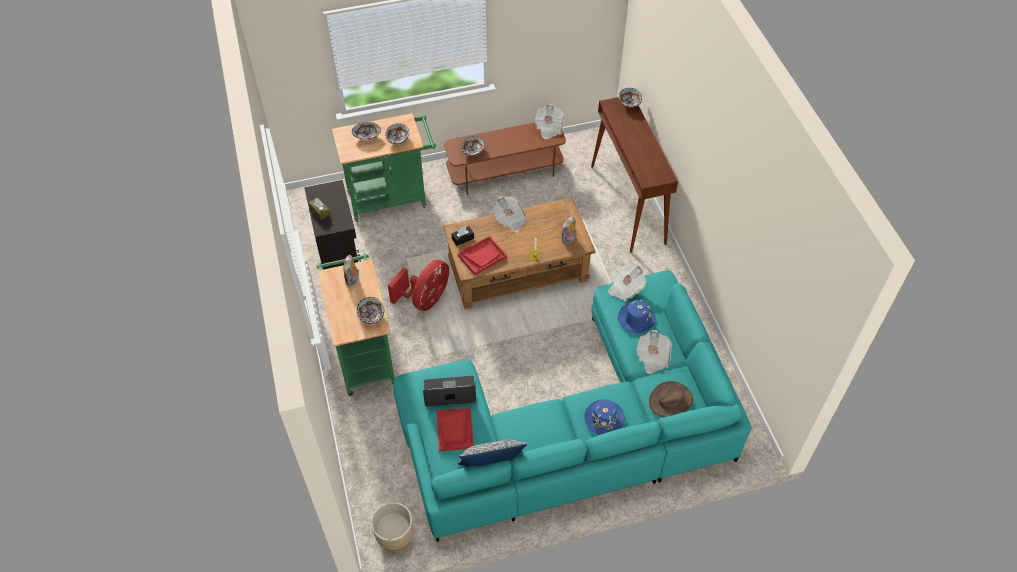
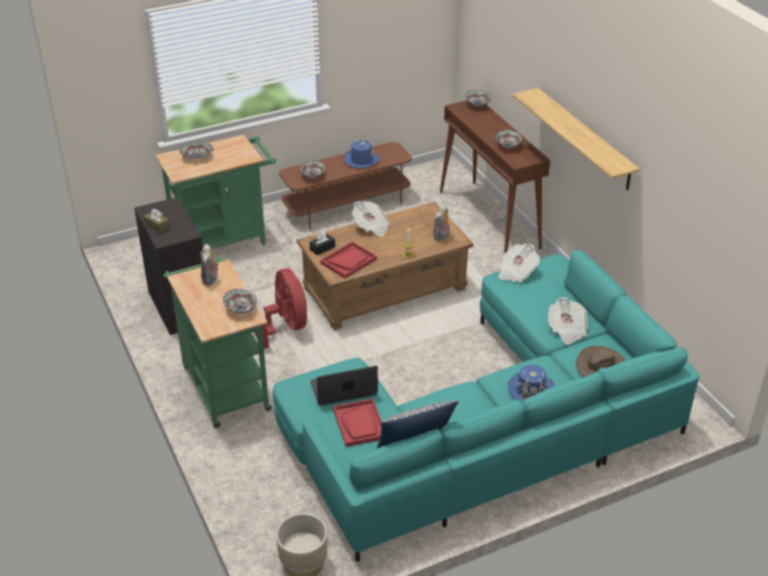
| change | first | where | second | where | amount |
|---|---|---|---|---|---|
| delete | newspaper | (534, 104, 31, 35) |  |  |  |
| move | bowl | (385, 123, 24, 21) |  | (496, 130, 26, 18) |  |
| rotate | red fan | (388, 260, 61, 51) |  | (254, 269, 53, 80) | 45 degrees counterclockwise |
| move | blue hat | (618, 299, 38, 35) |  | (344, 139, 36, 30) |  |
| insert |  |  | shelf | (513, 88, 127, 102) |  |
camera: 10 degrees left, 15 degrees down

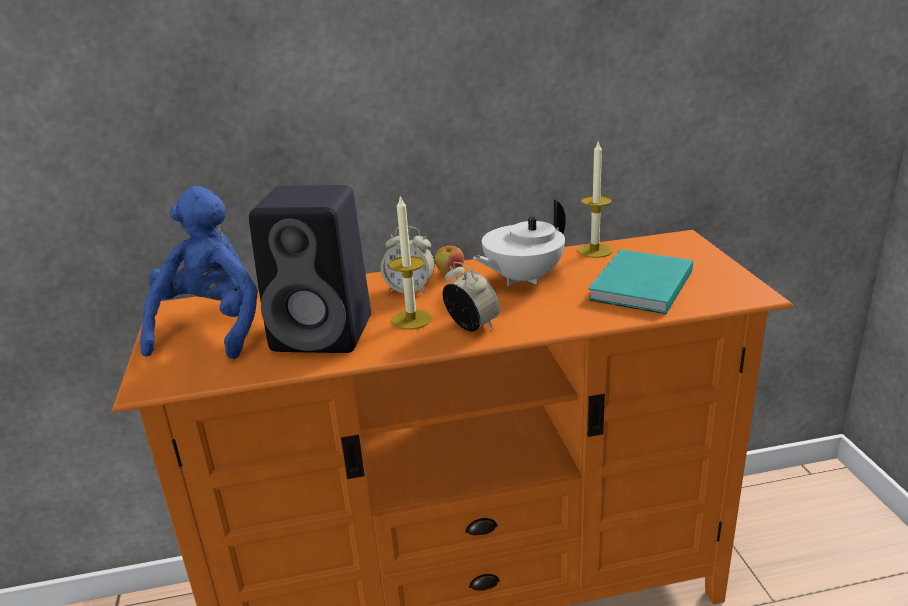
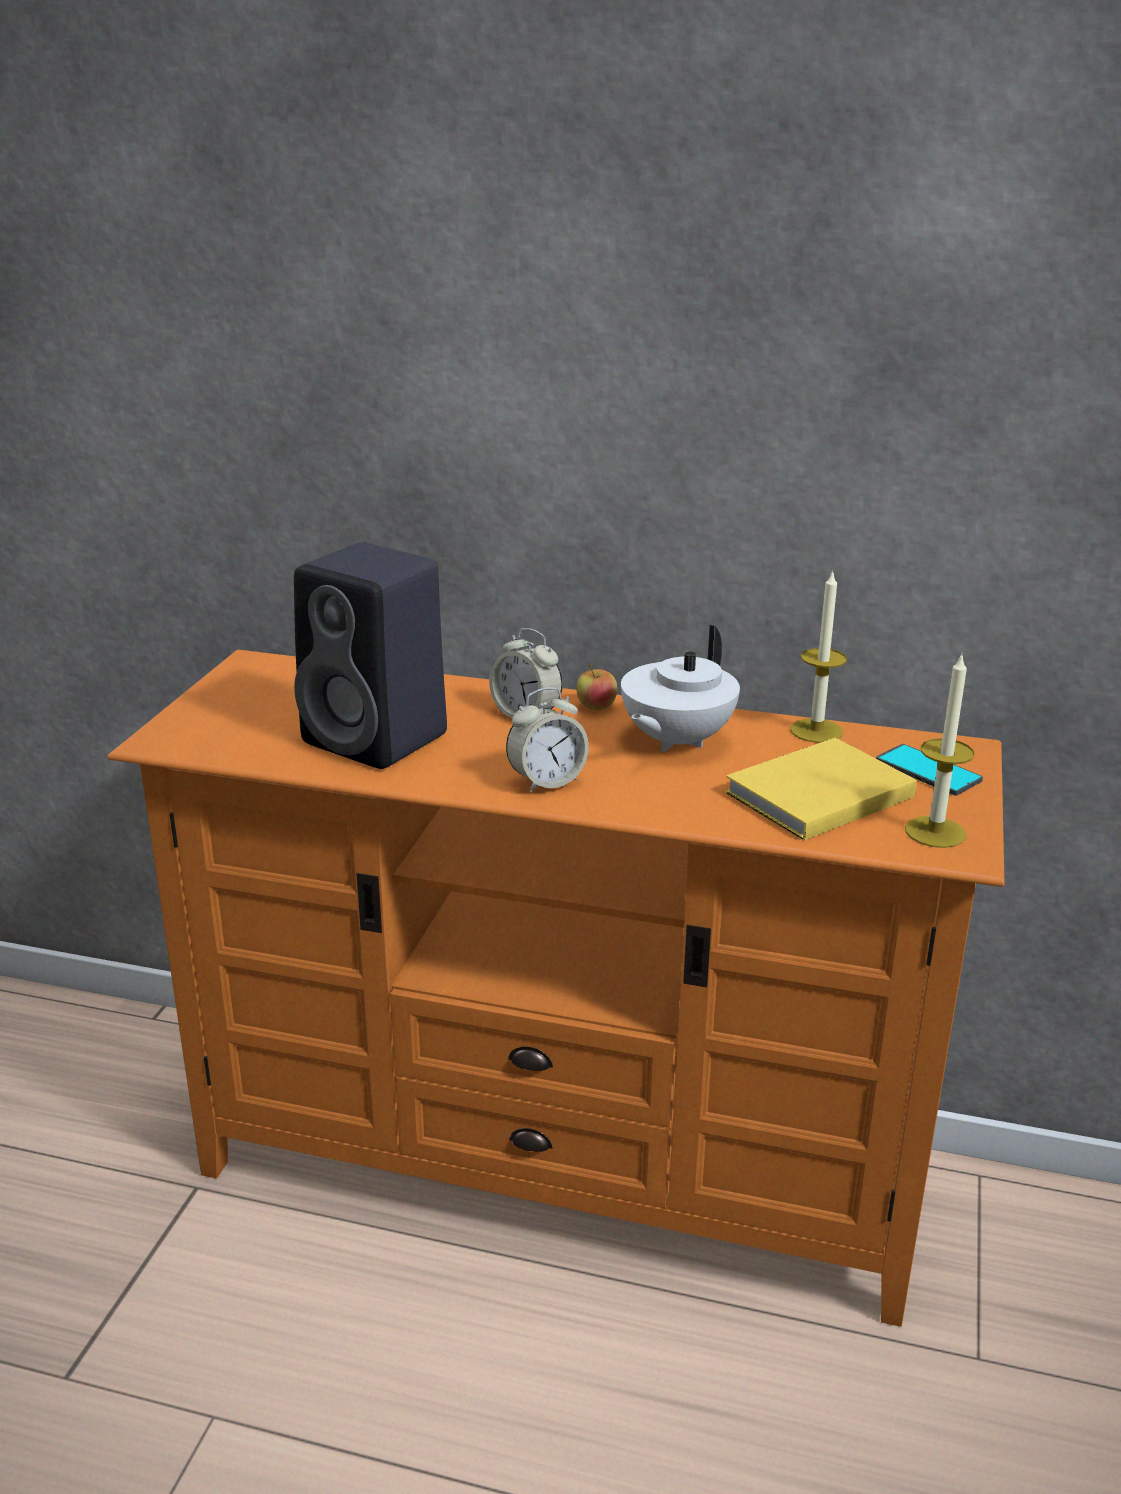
| change | first | where | second | where | amount |
|---|---|---|---|---|---|
| delete | blue plush toy | (140, 186, 118, 173) |  |  |  |
| move | candle | (389, 195, 43, 135) |  | (905, 653, 70, 195) |  |
| rotate | white teapot | (473, 200, 93, 86) |  | (621, 625, 119, 128) | 45 degrees counterclockwise |
| recolor | turquoise book | (588, 250, 105, 64) | yellow book | (725, 738, 192, 103) |  |
| rotate | alarm clock | (443, 262, 57, 70) |  | (506, 687, 83, 106) | 75 degrees clockwise |
| insert |  |  | phone | (876, 744, 107, 52) |  |
camera: 25 degrees right, 0 degrees up

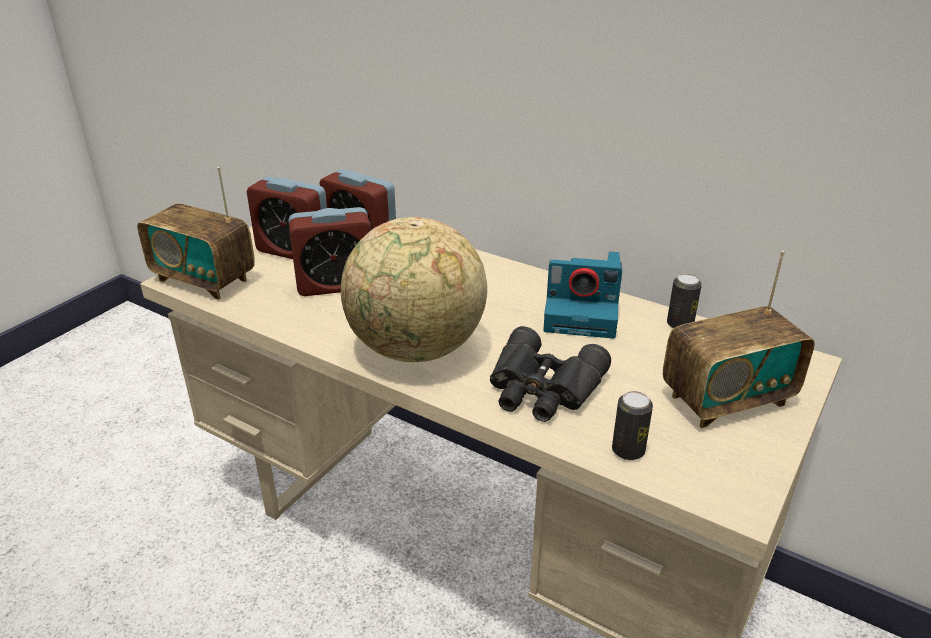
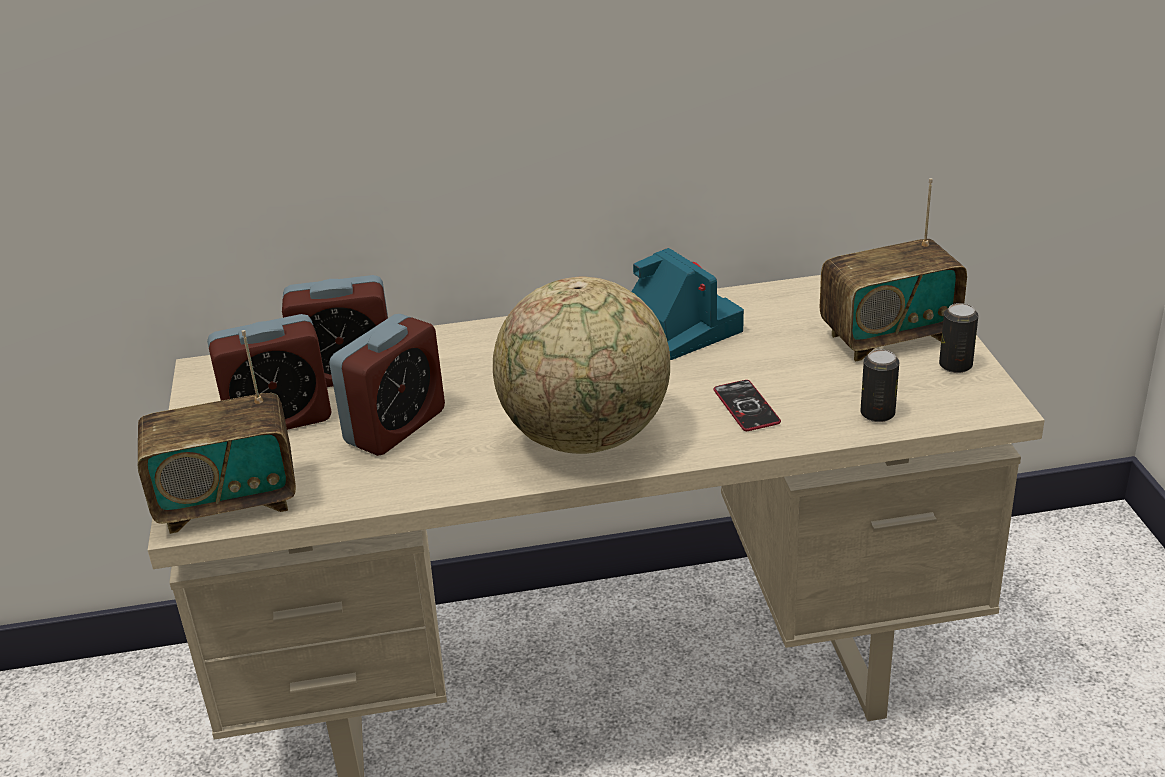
| change | first | where | second | where | amount |
|---|---|---|---|---|---|
| rotate | photo camera | (543, 251, 79, 88) |  | (632, 248, 112, 112) | 90 degrees counterclockwise |
| rotate | radio | (663, 251, 152, 177) |  | (820, 178, 147, 184) | 45 degrees clockwise |
| move | can | (667, 274, 35, 54) |  | (939, 303, 40, 70) |  |
| replace | black binoculars | (490, 326, 121, 96) | phone | (713, 380, 68, 51) |  |
camera: 40 degrees left, 0 degrees up

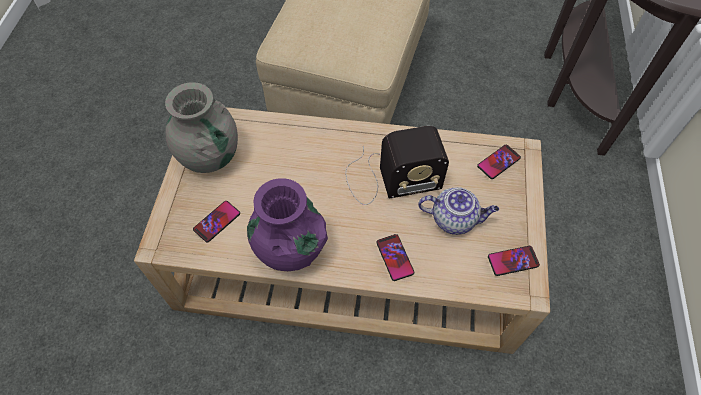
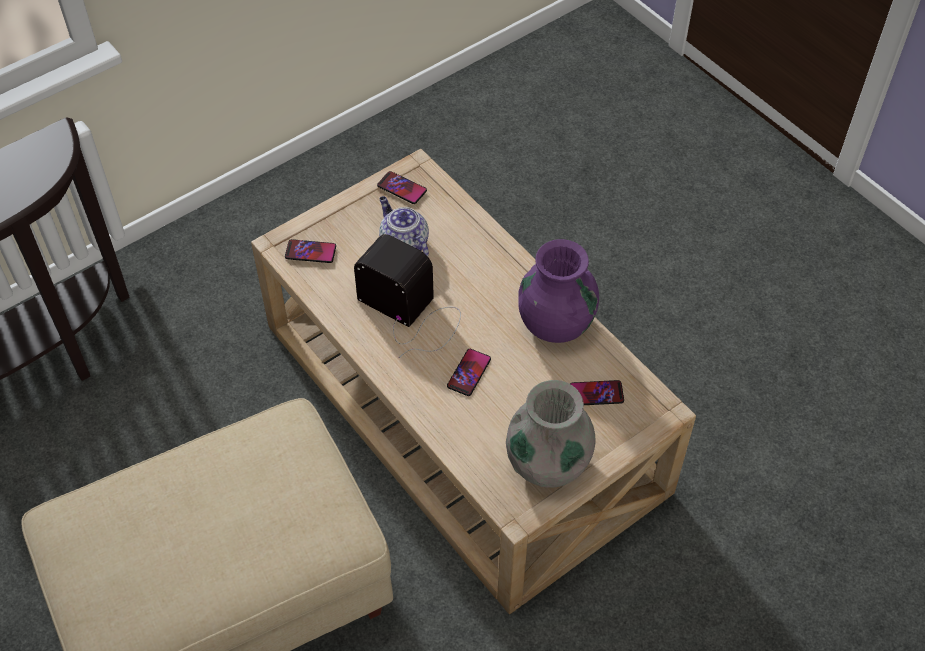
| change | first | where | second | where | amount |
|---|---|---|---|---|---|
| move | phone | (376, 234, 38, 47) |  | (447, 349, 44, 47) |  |
camera: 135 degrees left, 5 degrees down

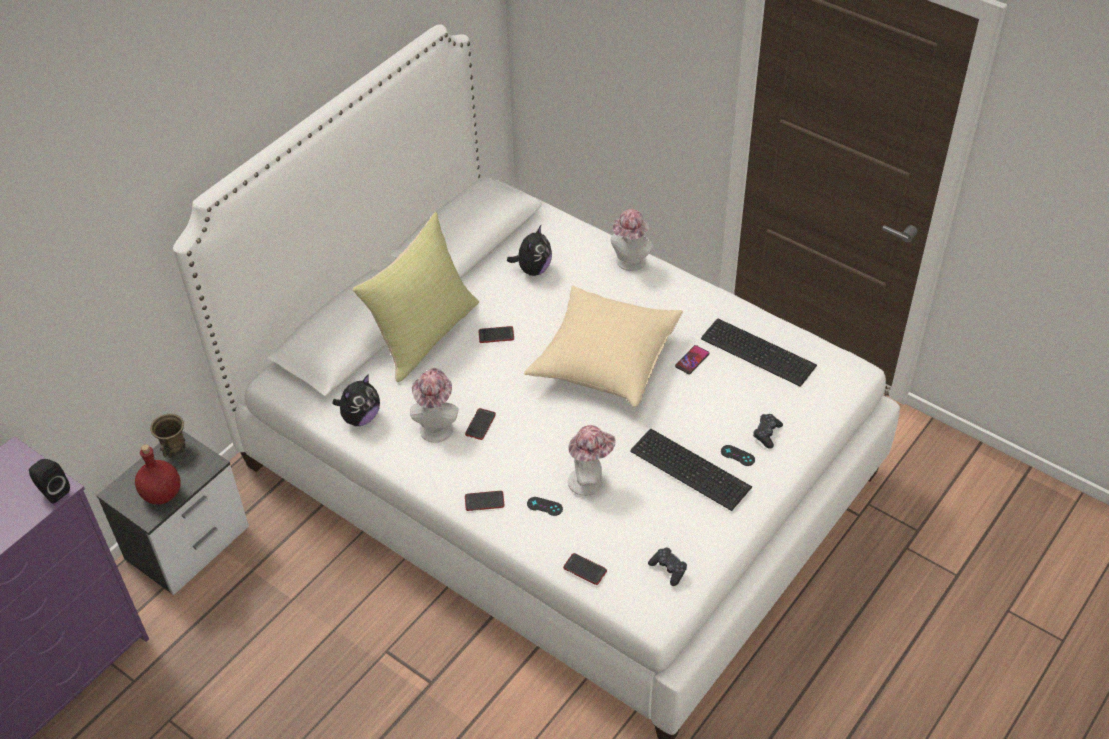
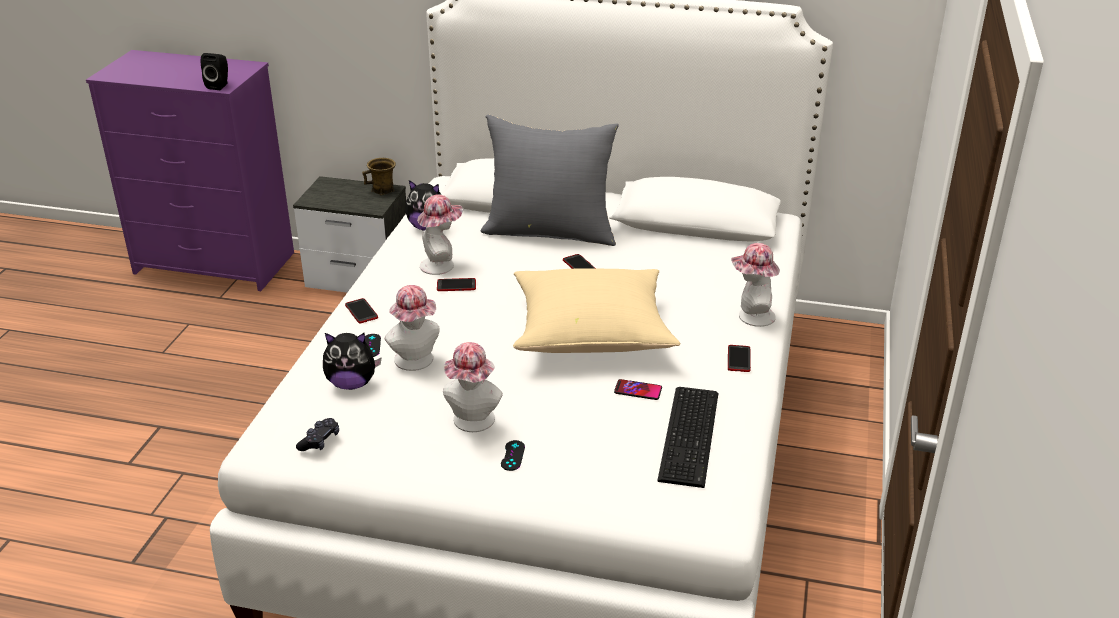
| change | first | where | second | where | amount |
|---|---|---|---|---|---|
| recolor | yellow pillow | (353, 212, 126, 170) | grey pillow | (480, 115, 139, 131) |  |
| move | plush toy | (507, 225, 45, 51) |  | (323, 333, 59, 57) |  |
| delete | black game controller | (753, 414, 30, 35) |  |  |  |
| replace | keyboard | (630, 429, 122, 82) | hat | (443, 342, 60, 90) |  |
| delete | red bottle | (135, 444, 46, 61) |  |  |  |
| move | phone | (563, 553, 44, 32) |  | (728, 345, 23, 27) |  |
camera: 65 degrees right, 15 degrees down

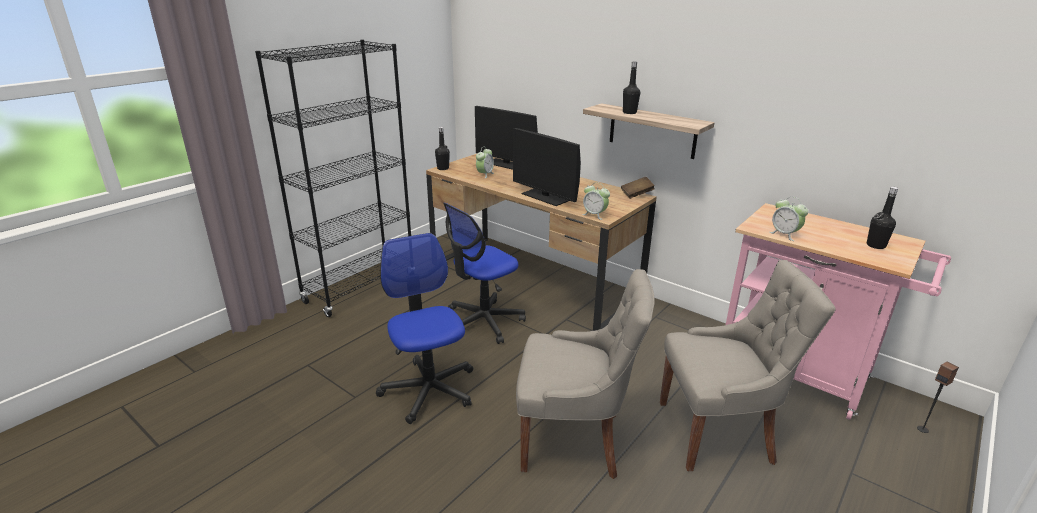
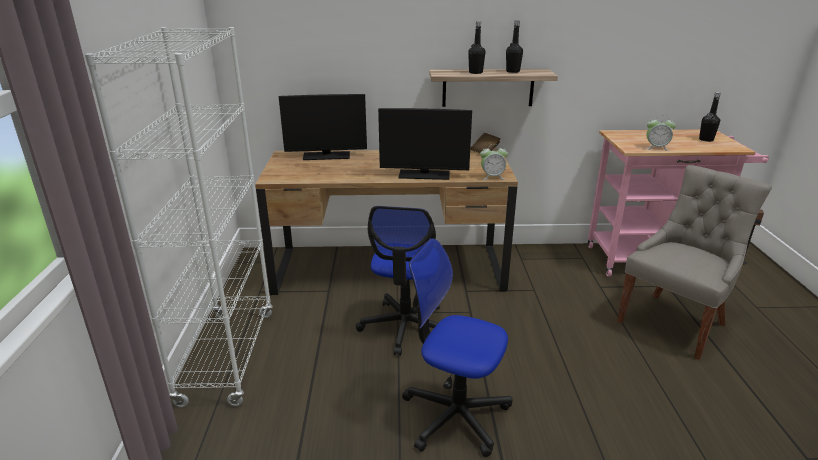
| change | first | where | second | where | amount |
|---|---|---|---|---|---|
| recolor | black bookcase | (255, 40, 156, 277) | white bookcase | (85, 27, 188, 380) |  |
| move | black bottle | (435, 127, 15, 43) |  | (506, 21, 17, 52) |  |
| delete | alarm clock | (476, 147, 18, 31) |  |  |  |
| delete | grey chair | (516, 269, 139, 210) |  |  |  |
camera: 40 degrees left, 0 degrees up

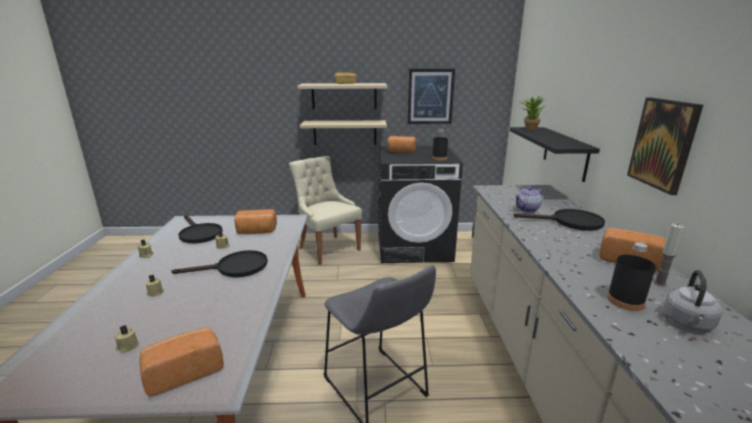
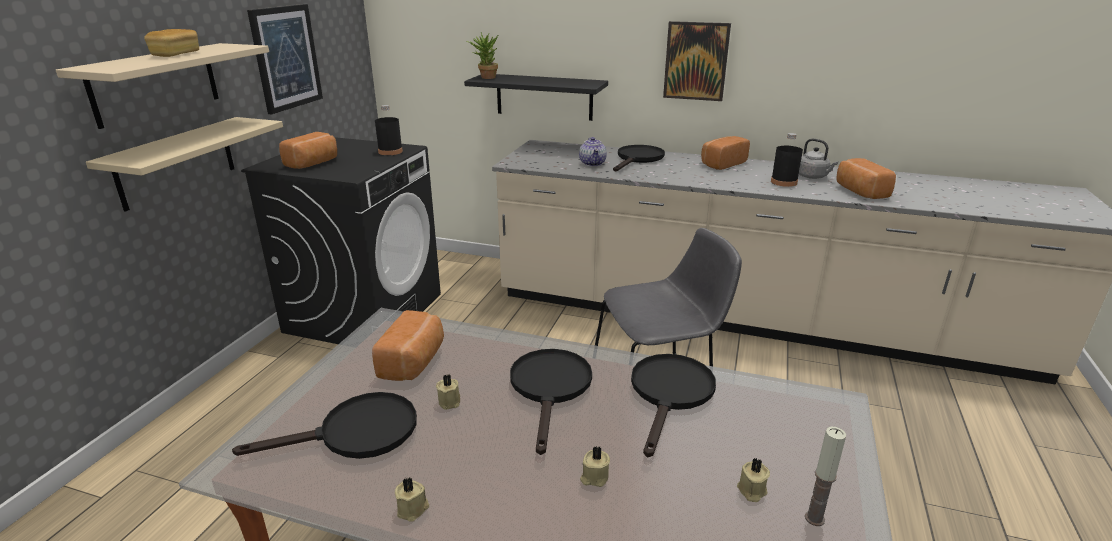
| change | first | where | second | where | amount |
|---|---|---|---|---|---|
| delete | beige chair | (289, 156, 73, 109) |  |  |  |
| move | candle | (654, 224, 30, 63) |  | (805, 427, 41, 99) |  |
| move | bread | (139, 327, 85, 69) |  | (837, 158, 59, 41) |  |
| insert |  |  | black frying pan | (631, 354, 85, 103) |  |
camera: 70 degrees left, 5 degrees up

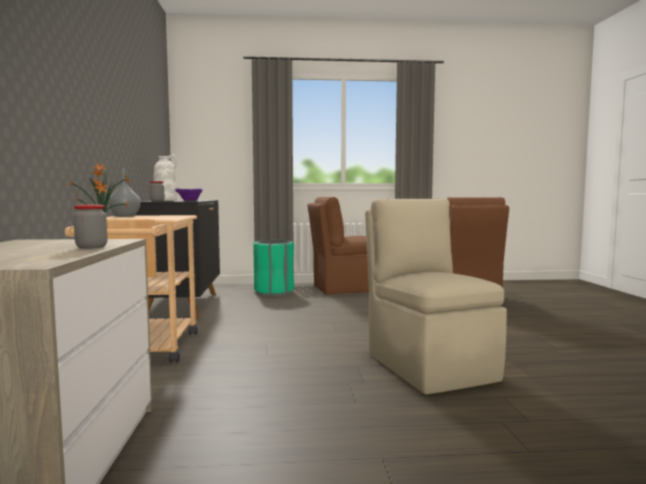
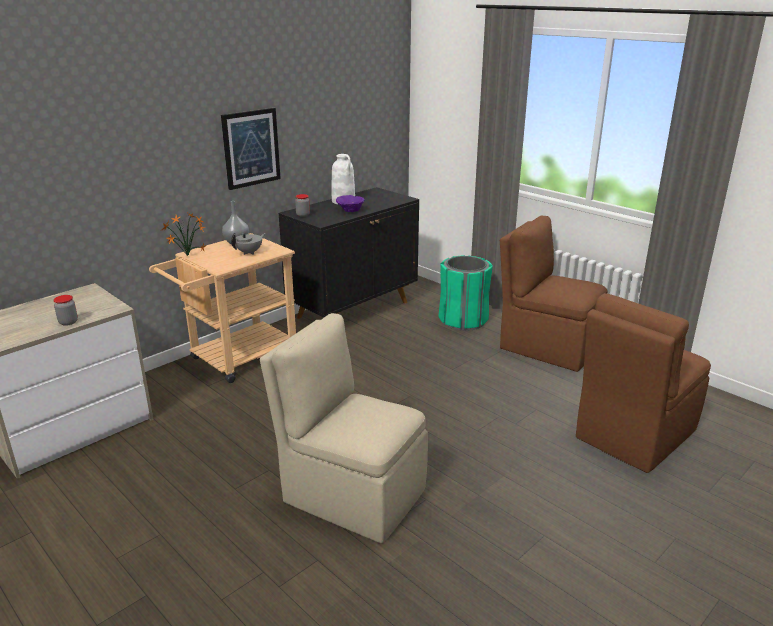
| change | first | where | second | where | amount |
|---|---|---|---|---|---|
| rotate | beige chair | (365, 198, 142, 196) |  | (260, 313, 168, 230) | 90 degrees counterclockwise |
| insert |  |  | picture | (221, 108, 60, 82) |  |
| insert |  |  | grey teapot | (231, 233, 34, 22) |  |
camera: 50 degrees right, 20 degrees up

